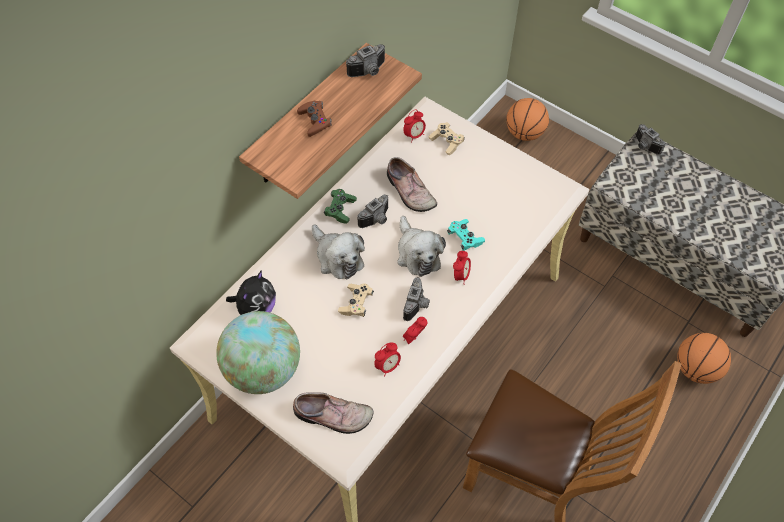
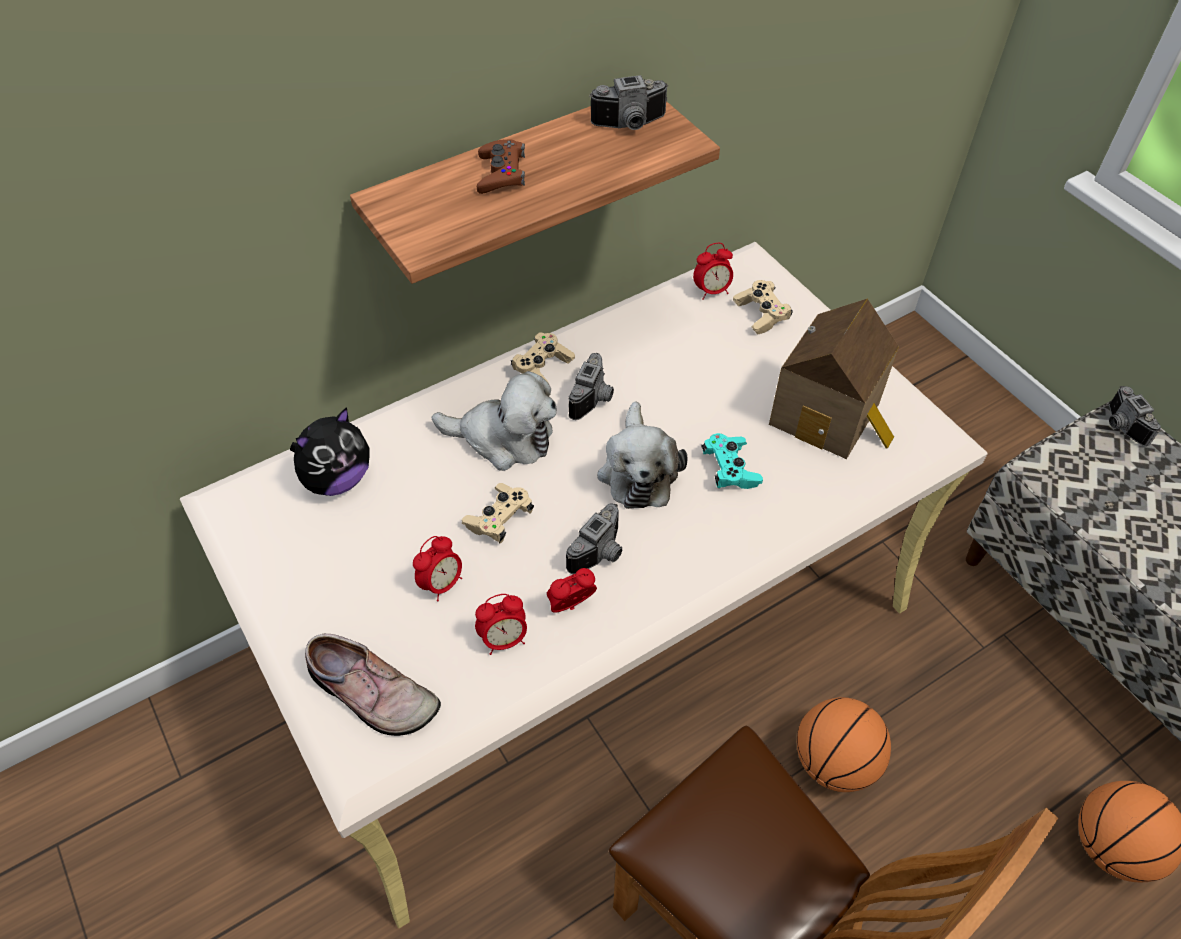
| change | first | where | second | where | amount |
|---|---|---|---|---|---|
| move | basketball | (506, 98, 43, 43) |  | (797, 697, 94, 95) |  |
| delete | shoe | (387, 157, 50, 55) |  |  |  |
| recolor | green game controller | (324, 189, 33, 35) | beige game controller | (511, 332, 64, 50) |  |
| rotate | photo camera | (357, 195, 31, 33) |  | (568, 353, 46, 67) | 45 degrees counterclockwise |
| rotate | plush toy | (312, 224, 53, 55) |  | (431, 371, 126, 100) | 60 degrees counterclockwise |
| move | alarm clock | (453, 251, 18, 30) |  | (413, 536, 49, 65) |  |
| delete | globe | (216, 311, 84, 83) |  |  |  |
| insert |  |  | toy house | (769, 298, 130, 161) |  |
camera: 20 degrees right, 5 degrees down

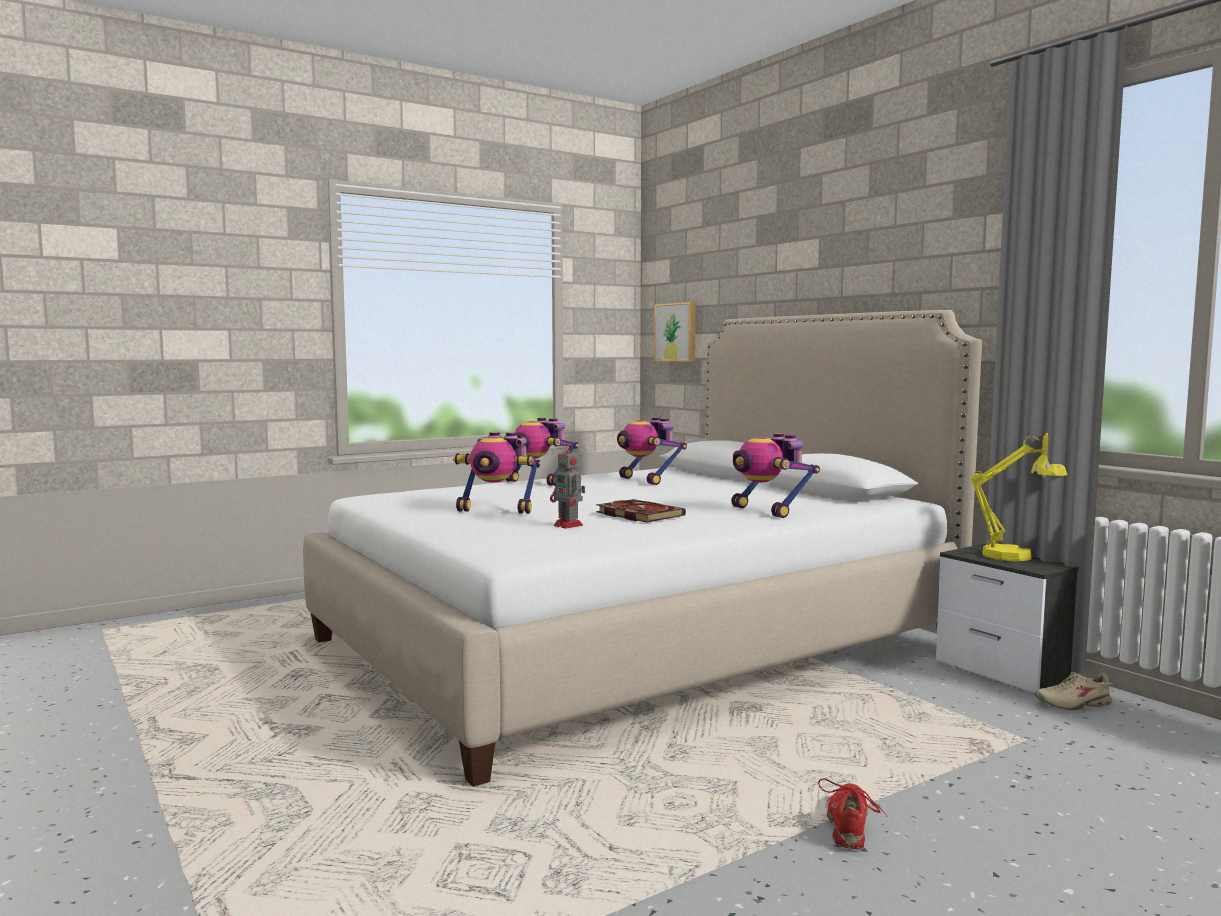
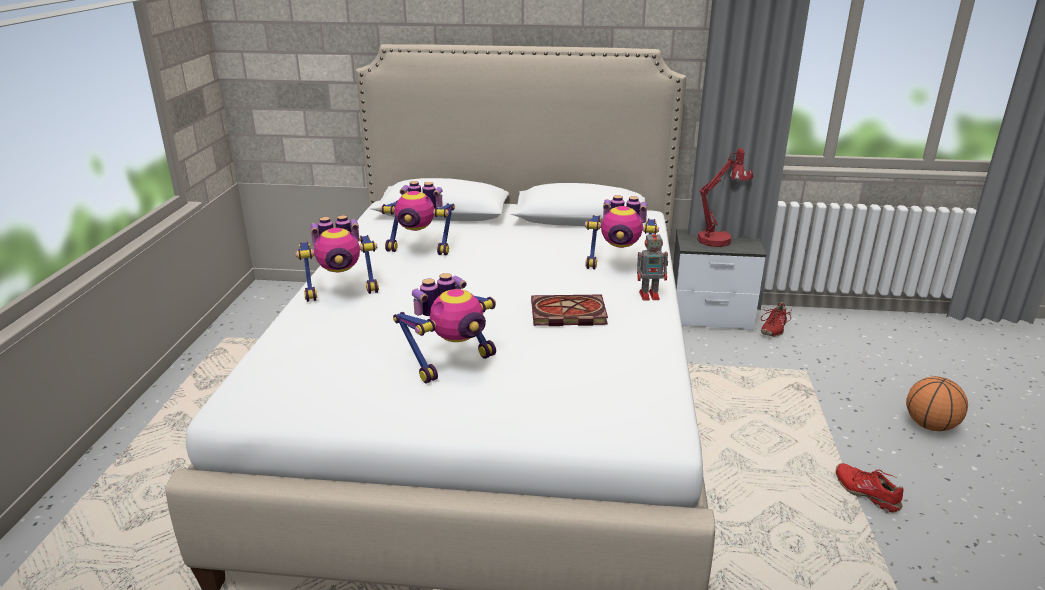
| change | first | where | second | where | amount |
|---|---|---|---|---|---|
| delete | picture | (654, 302, 42, 60) |  |  |  |
| recolor | yellow table lamp | (970, 433, 97, 128) | red table lamp | (697, 148, 56, 99) |  |
| move | toy robot | (550, 443, 35, 86) |  | (637, 228, 31, 73) |  |
| recolor | beige shoe | (1035, 672, 77, 38) | red shoe | (761, 302, 31, 34) |  |
| insert |  |  | basketball | (906, 376, 62, 55) |  |
camera: 50 degrees left, 20 degrees up

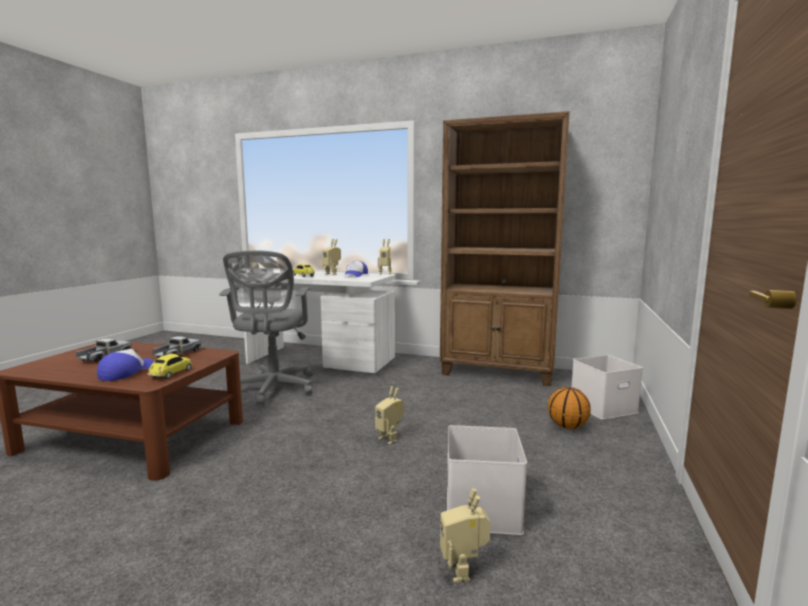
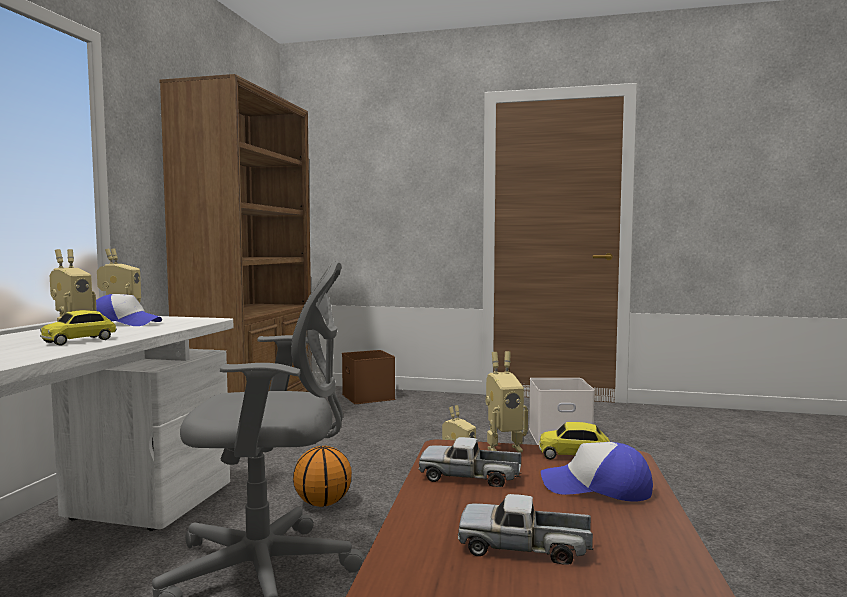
| change | first | where | second | where | amount |
|---|---|---|---|---|---|
| recolor | white storage box | (572, 355, 71, 65) | brown storage box | (342, 350, 53, 54) |  |
| move | basketball | (548, 387, 43, 42) |  | (293, 446, 59, 61) |  |
| move | toy robot | (440, 488, 50, 95) |  | (485, 351, 43, 101) |  |
camera: 95 degrees left, 5 degrees down

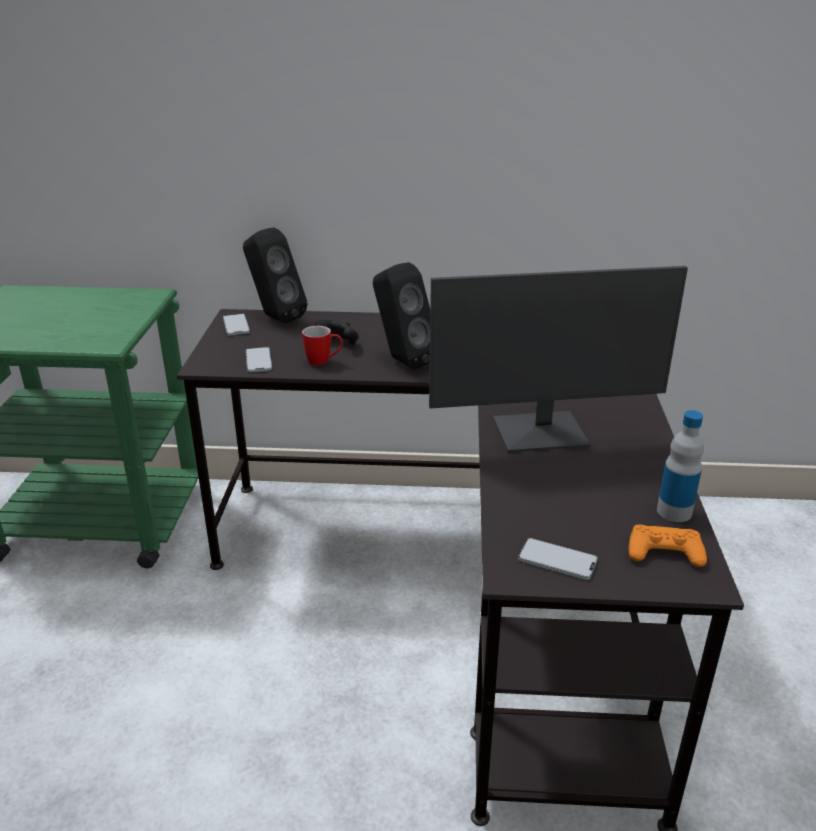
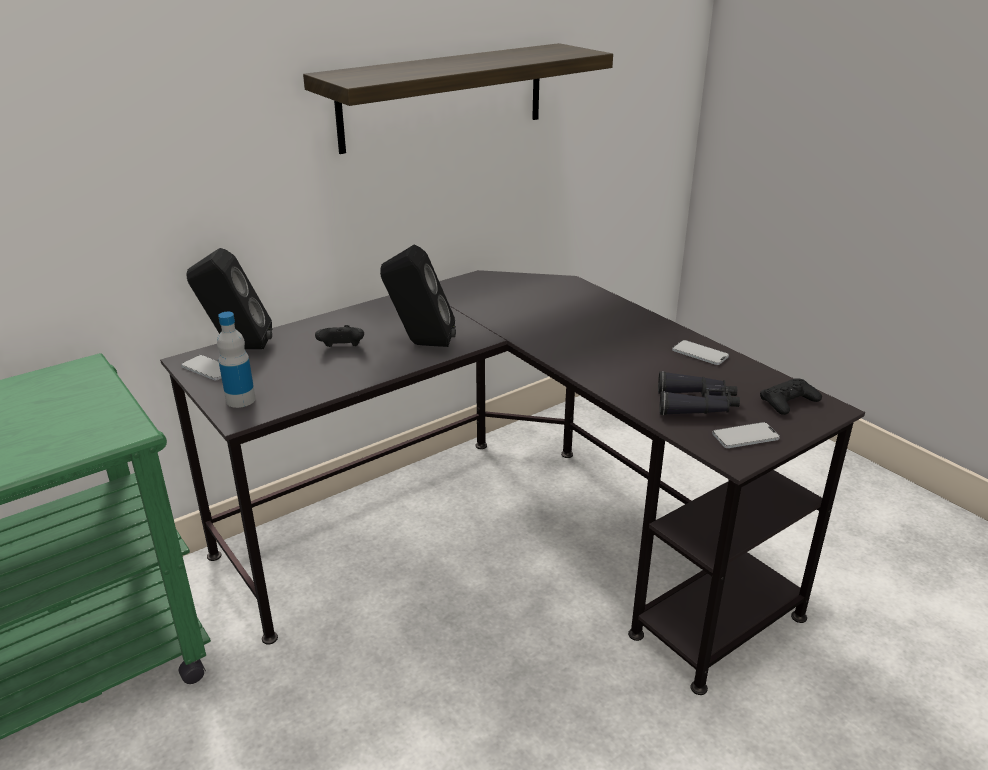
| change | first | where | second | where | amount |
|---|---|---|---|---|---|
| delete | monitor | (429, 266, 259, 186) |  |  |  |
| delete | mug | (302, 326, 41, 40) |  |  |  |
| move | phone | (246, 347, 26, 25) |  | (672, 340, 57, 25) |  |
| move | bottle | (657, 410, 47, 112) |  | (217, 312, 38, 96) |  |
| recolor | orange game controller | (629, 525, 78, 42) | black game controller | (760, 378, 62, 37) |  |
| insert |  |  | shelf | (303, 43, 310, 111) |  |
| insert |  |  | black binoculars | (658, 371, 82, 44) |  |
camera: 40 degrees left, 0 degrees up

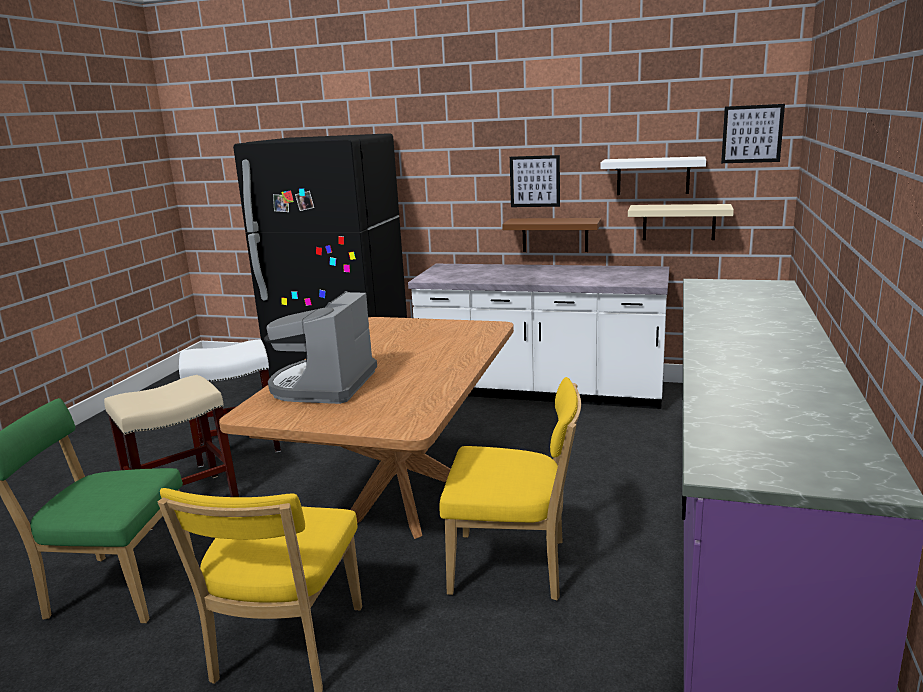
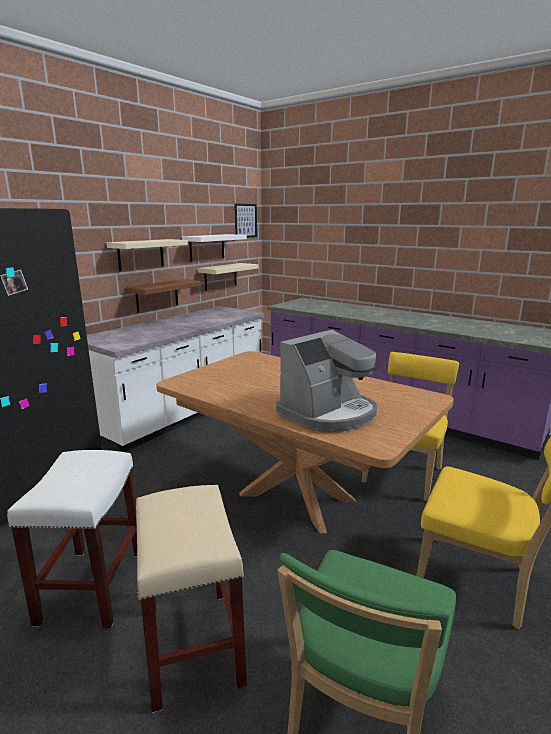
| change | first | where | second | where | amount |
|---|---|---|---|---|---|
| replace | picture | (510, 155, 50, 52) | beige shelf | (107, 239, 81, 32) |  |
| rotate | coffee machine | (264, 291, 113, 113) |  | (276, 330, 102, 102) | 75 degrees counterclockwise |
camera: 70 degrees left, 0 degrees up

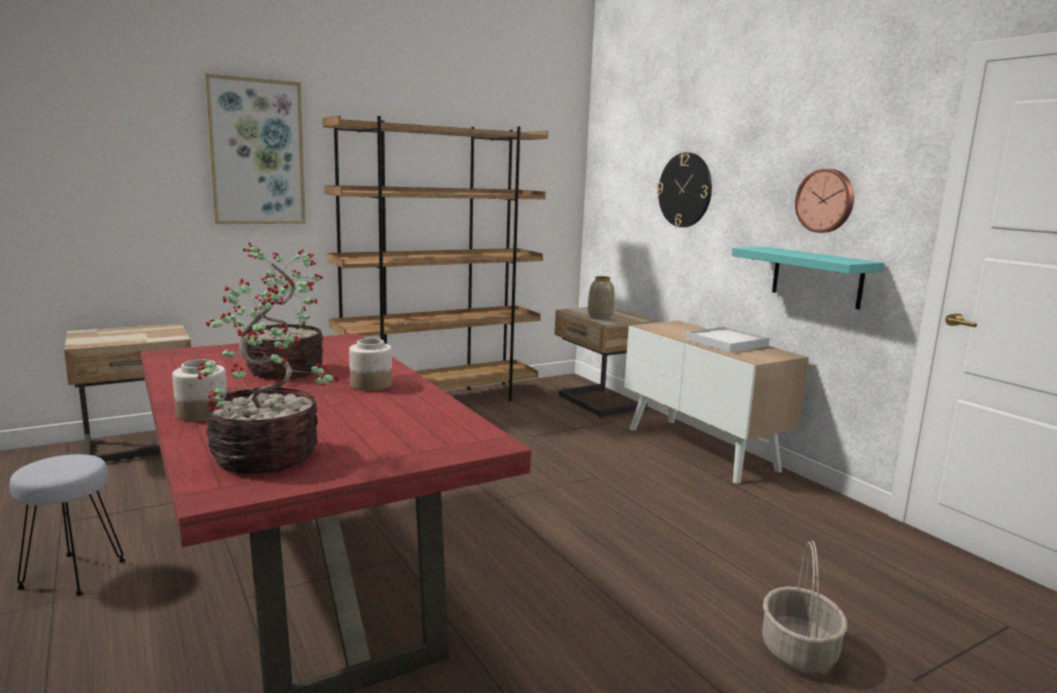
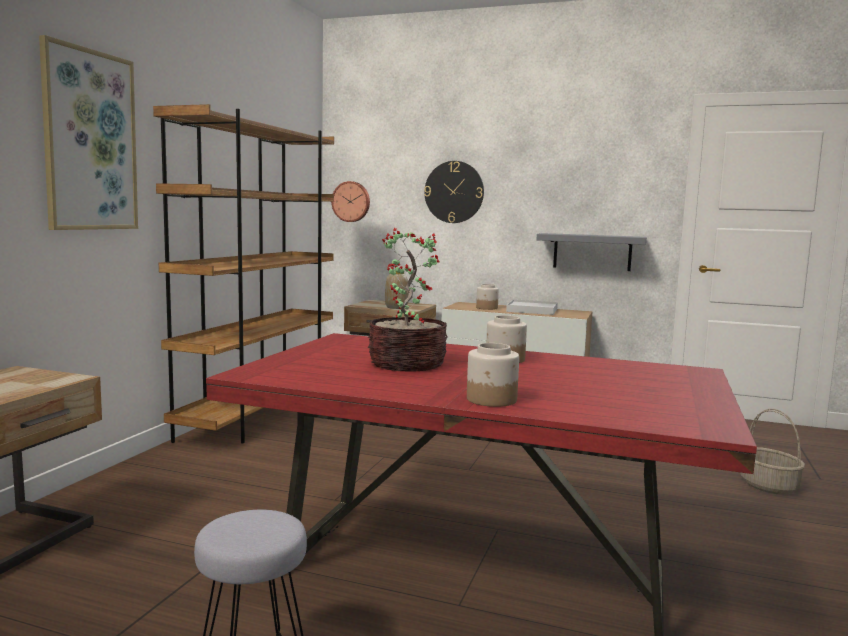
| change | first | where | second | where | amount |
|---|---|---|---|---|---|
| move | wall clock | (795, 169, 59, 64) |  | (331, 181, 39, 41) |  |
| recolor | turquoise shelf | (732, 247, 152, 63) | grey shelf | (537, 233, 110, 38) |  |
| delete | potted plant | (197, 279, 144, 195) |  |  |  |
| insert |  |  | jar | (476, 284, 23, 26) |  |
camera: 40 degrees left, 5 degrees down

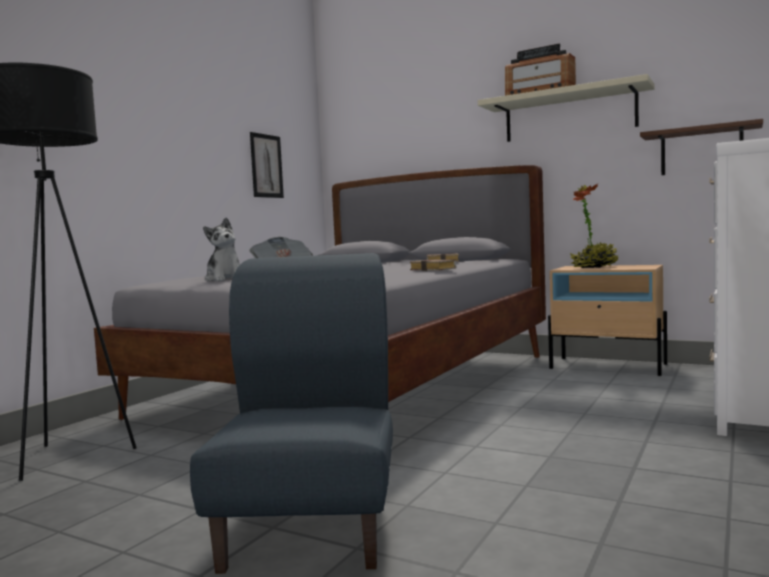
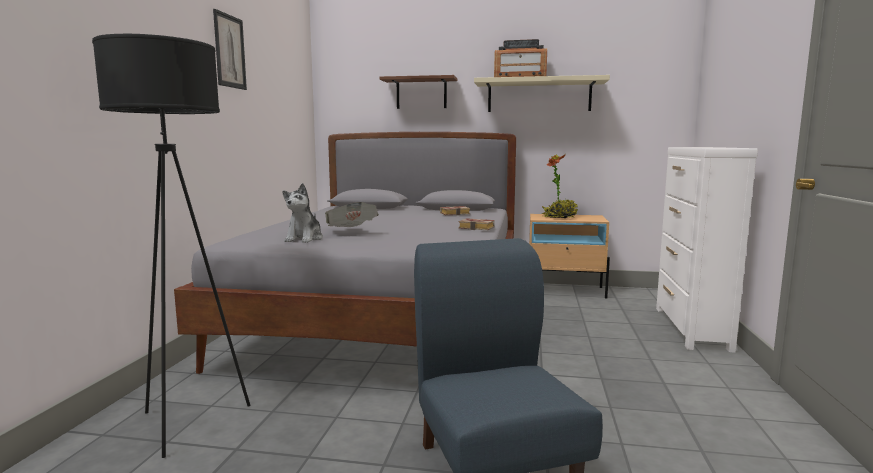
| change | first | where | second | where | amount |
|---|---|---|---|---|---|
| move | brown shelf | (640, 119, 123, 56) |  | (379, 75, 78, 34) |  |
| move | picture | (250, 132, 34, 66) |  | (213, 9, 34, 81) |  |
| rotate | plush toy | (203, 218, 37, 63) |  | (283, 183, 40, 60) | 60 degrees clockwise |
camera: 20 degrees left, 5 degrees up

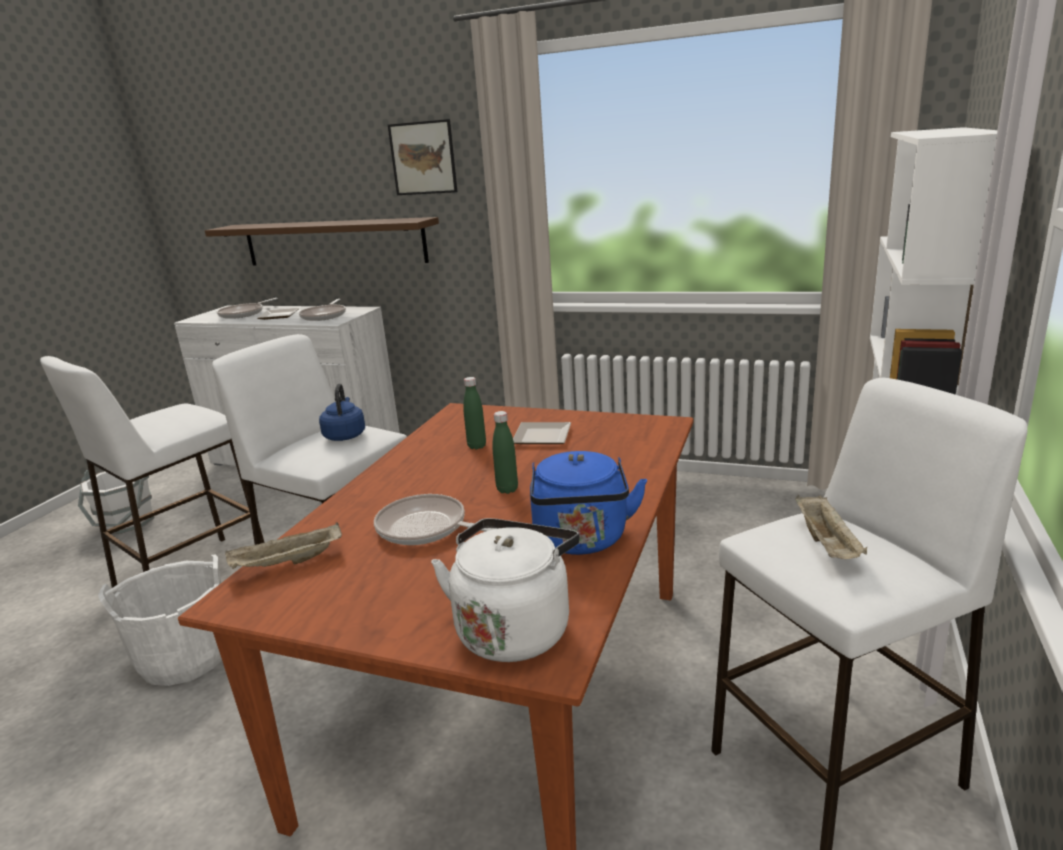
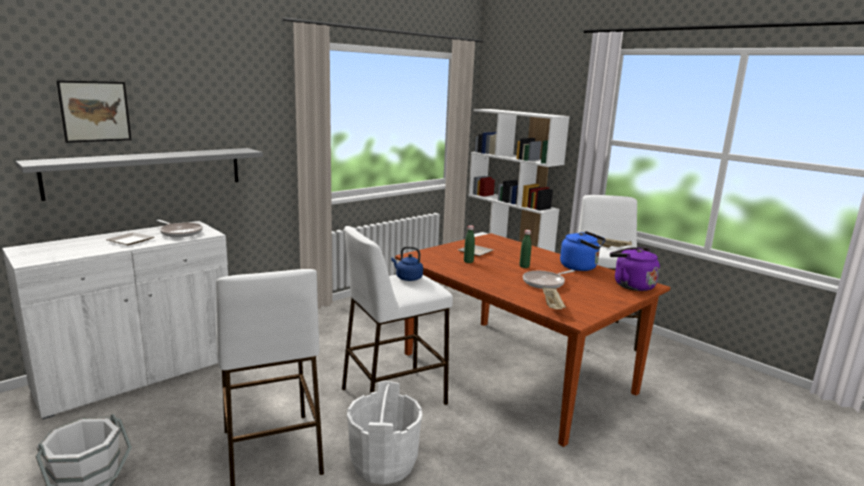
| change | first | where | second | where | amount |
|---|---|---|---|---|---|
| move | picture | (388, 119, 69, 76) |  | (56, 80, 76, 63) |  |
| recolor | brown shelf | (205, 217, 234, 49) | grey shelf | (15, 148, 248, 53) |  |
| delete | frying pan | (217, 298, 61, 21) |  |  |  |
| recolor | white kettle | (431, 518, 149, 144) | purple kettle | (610, 247, 50, 44) |  |
camera: 65 degrees left, 5 degrees down

